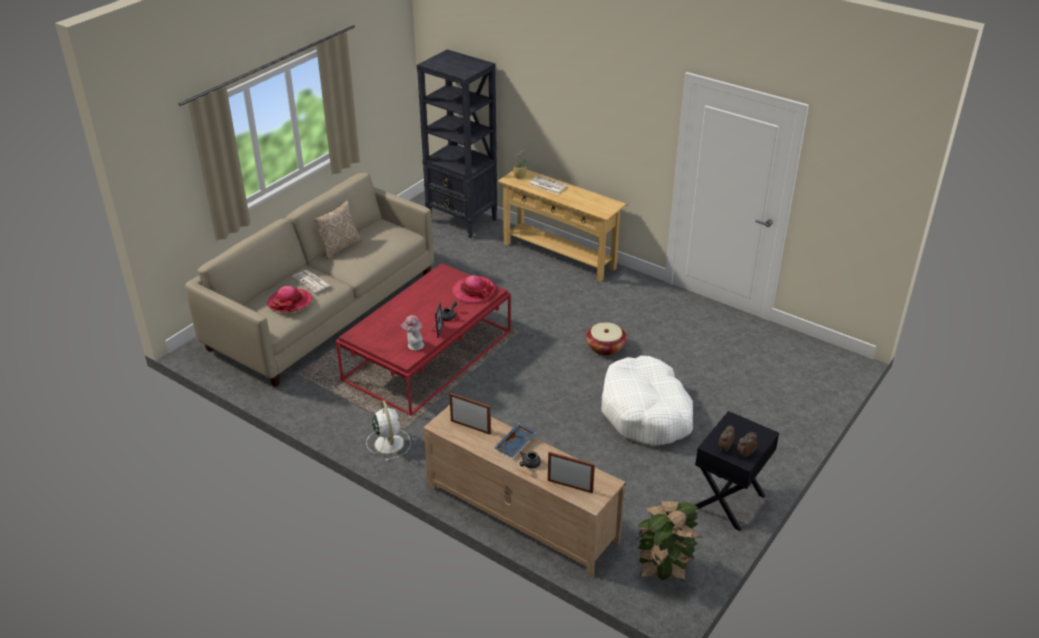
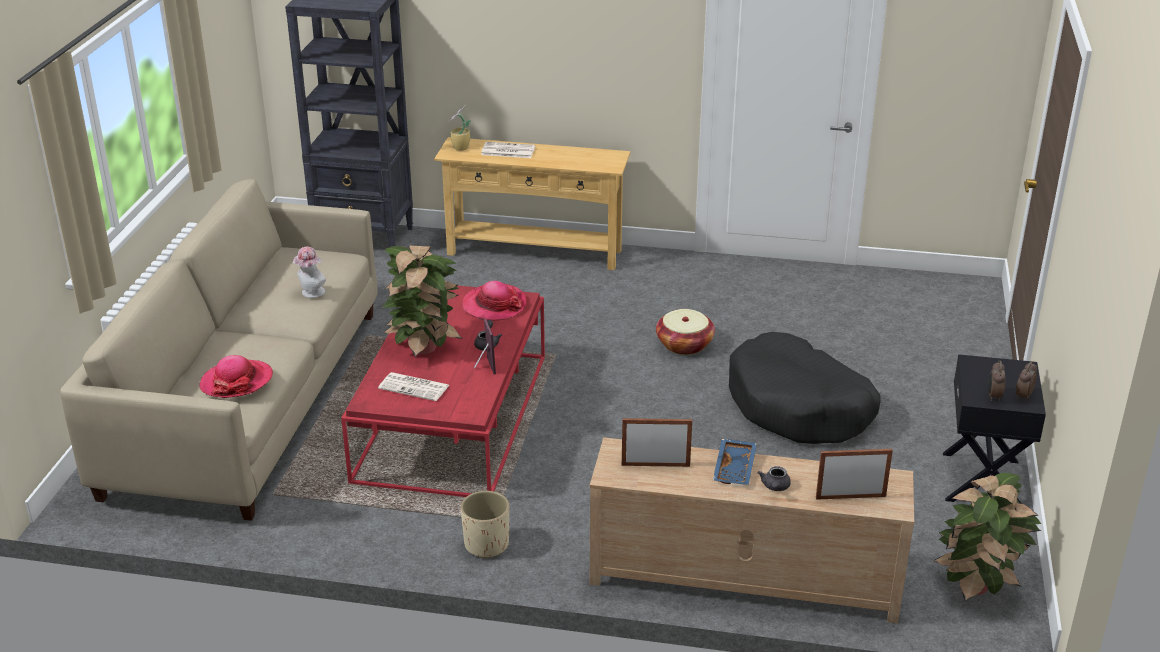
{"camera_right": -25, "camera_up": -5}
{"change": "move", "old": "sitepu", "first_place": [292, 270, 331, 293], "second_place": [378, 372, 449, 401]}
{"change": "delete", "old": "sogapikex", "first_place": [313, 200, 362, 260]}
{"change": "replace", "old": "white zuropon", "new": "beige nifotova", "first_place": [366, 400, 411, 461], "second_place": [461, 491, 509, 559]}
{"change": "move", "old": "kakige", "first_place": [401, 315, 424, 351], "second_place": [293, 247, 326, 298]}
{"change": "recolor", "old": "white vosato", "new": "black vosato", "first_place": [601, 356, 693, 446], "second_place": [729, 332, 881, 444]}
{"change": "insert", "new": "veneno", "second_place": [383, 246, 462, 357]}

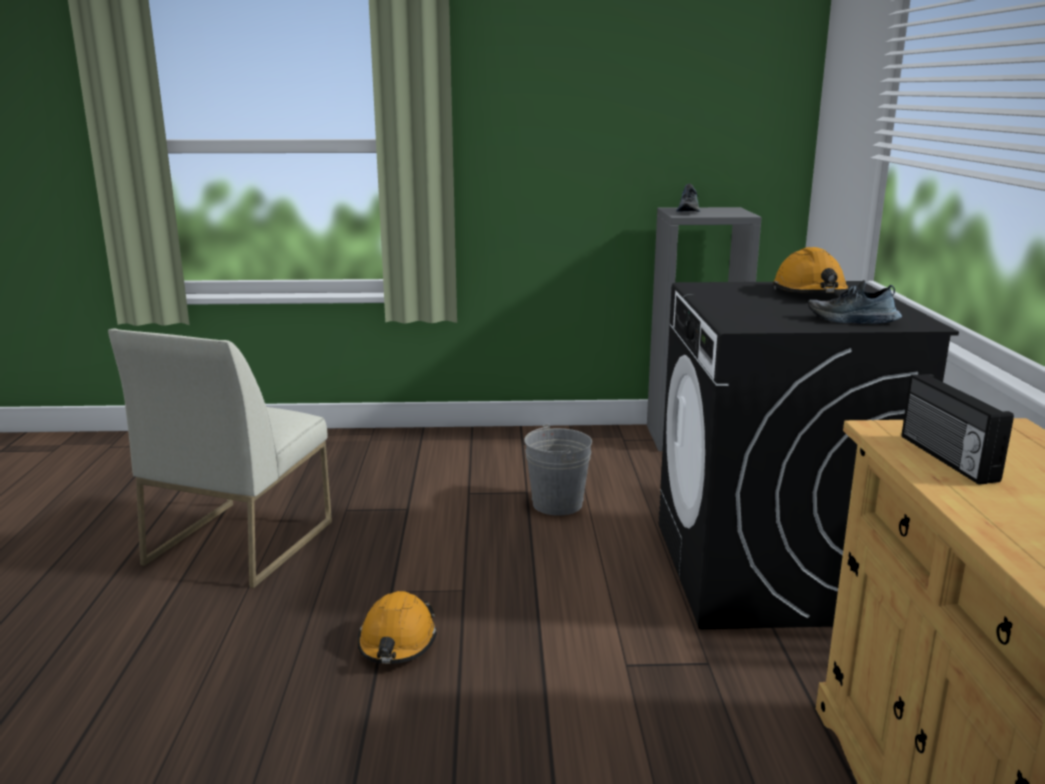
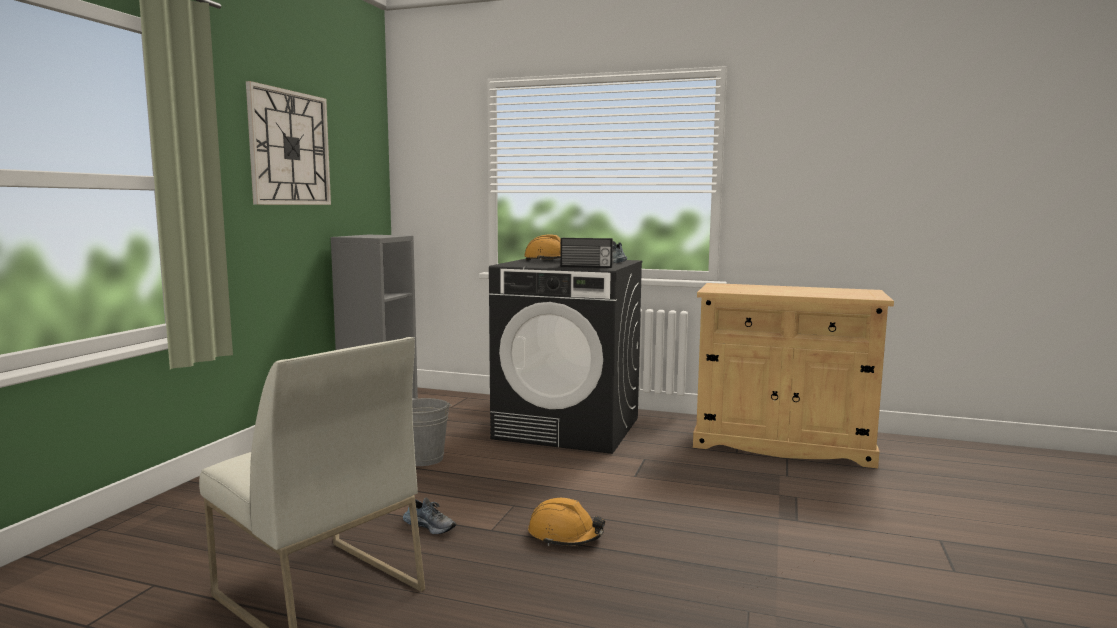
{"camera_right": -70, "camera_up": -10}
{"change": "move", "old": "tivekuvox", "first_place": [676, 184, 700, 212], "second_place": [403, 498, 456, 534]}
{"change": "move", "old": "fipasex", "first_place": [902, 374, 1014, 485], "second_place": [560, 238, 613, 268]}
{"change": "insert", "new": "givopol", "second_place": [246, 81, 331, 205]}

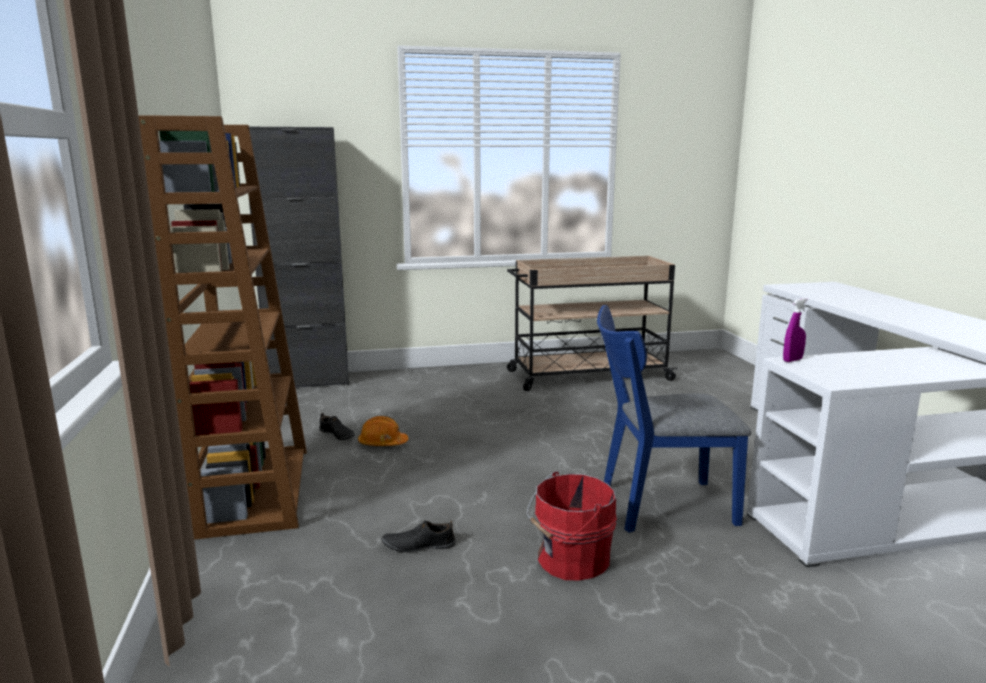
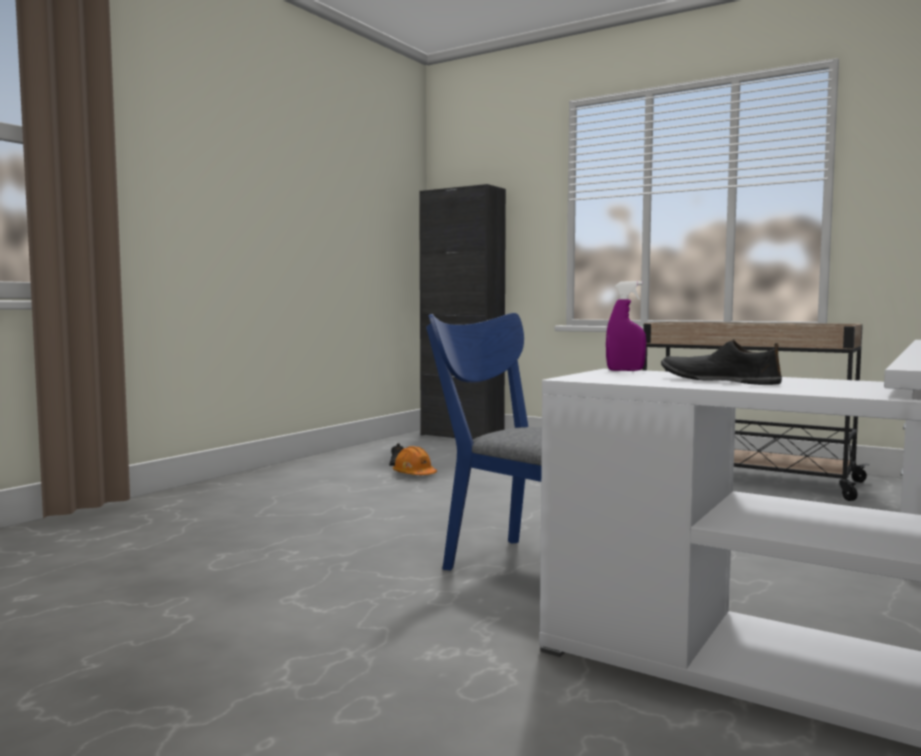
{"camera_right": 45, "camera_up": -10}
{"change": "delete", "old": "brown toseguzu", "first_place": [138, 115, 307, 540]}
{"change": "move", "old": "black tivekuvox", "first_place": [381, 520, 455, 552], "second_place": [661, 339, 782, 385]}
{"change": "delete", "old": "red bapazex", "first_place": [527, 471, 617, 580]}

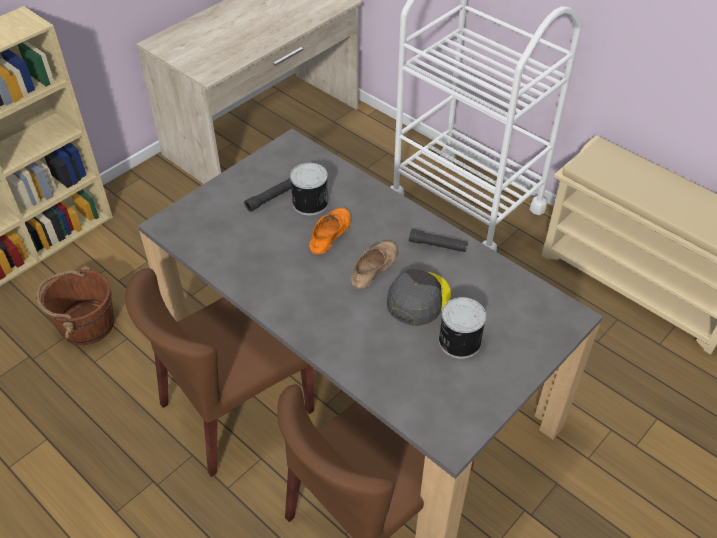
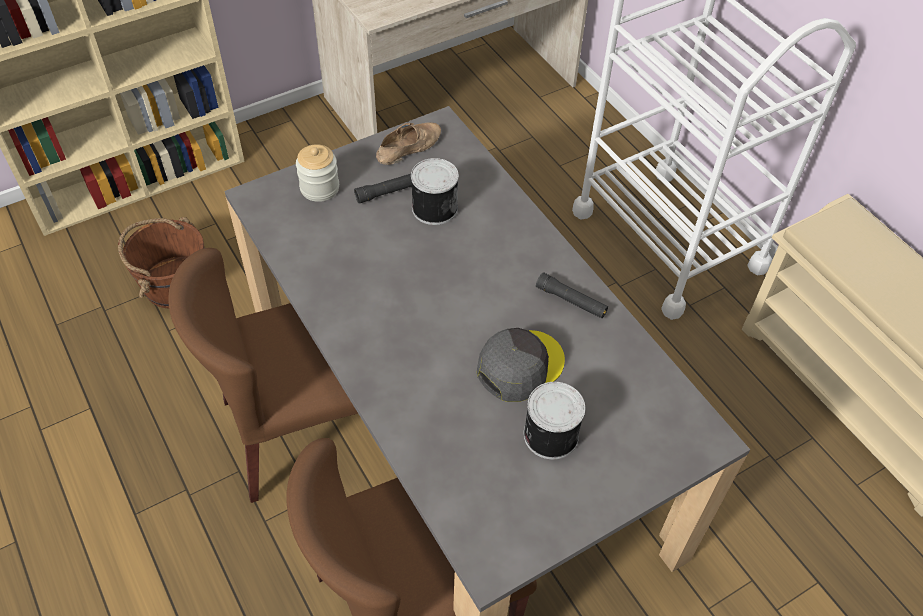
{"camera_right": 15, "camera_up": 5}
{"change": "delete", "old": "orange tivekuvox", "first_place": [309, 208, 351, 254]}
{"change": "move", "old": "beige tivekuvox", "first_place": [351, 241, 397, 289], "second_place": [376, 123, 441, 165]}
{"change": "insert", "new": "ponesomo", "second_place": [296, 144, 339, 202]}

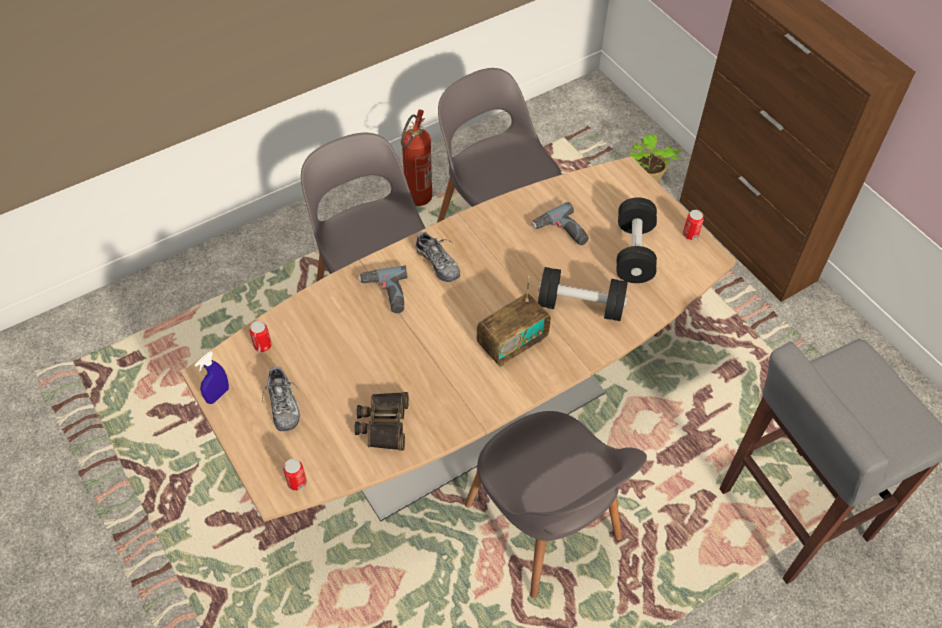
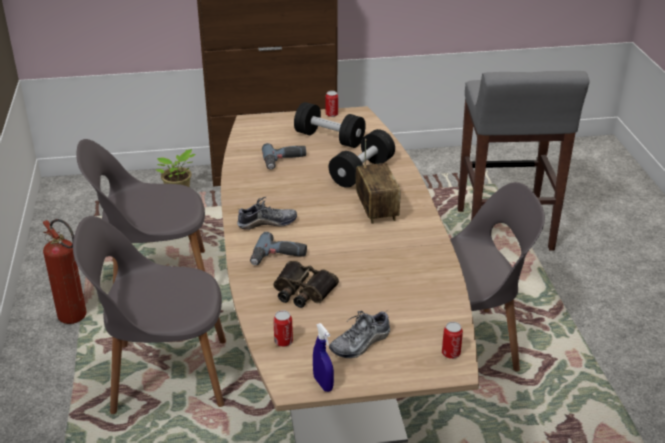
{"camera_right": -65, "camera_up": -20}
{"change": "rotate", "old": "tivekuvox", "first_place": [262, 366, 300, 431], "second_place": [329, 311, 390, 358], "degrees": 135}
{"change": "move", "old": "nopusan", "first_place": [354, 392, 409, 451], "second_place": [273, 261, 339, 308]}

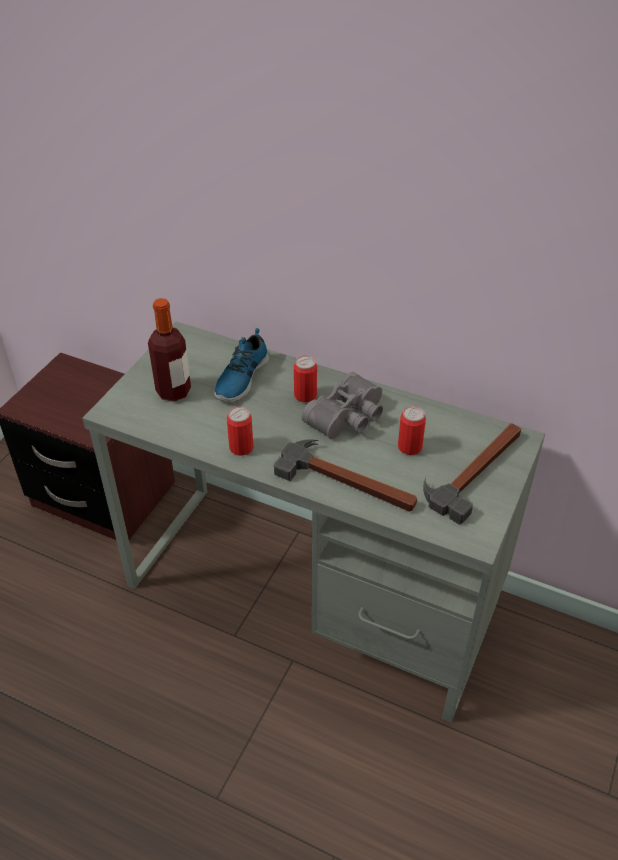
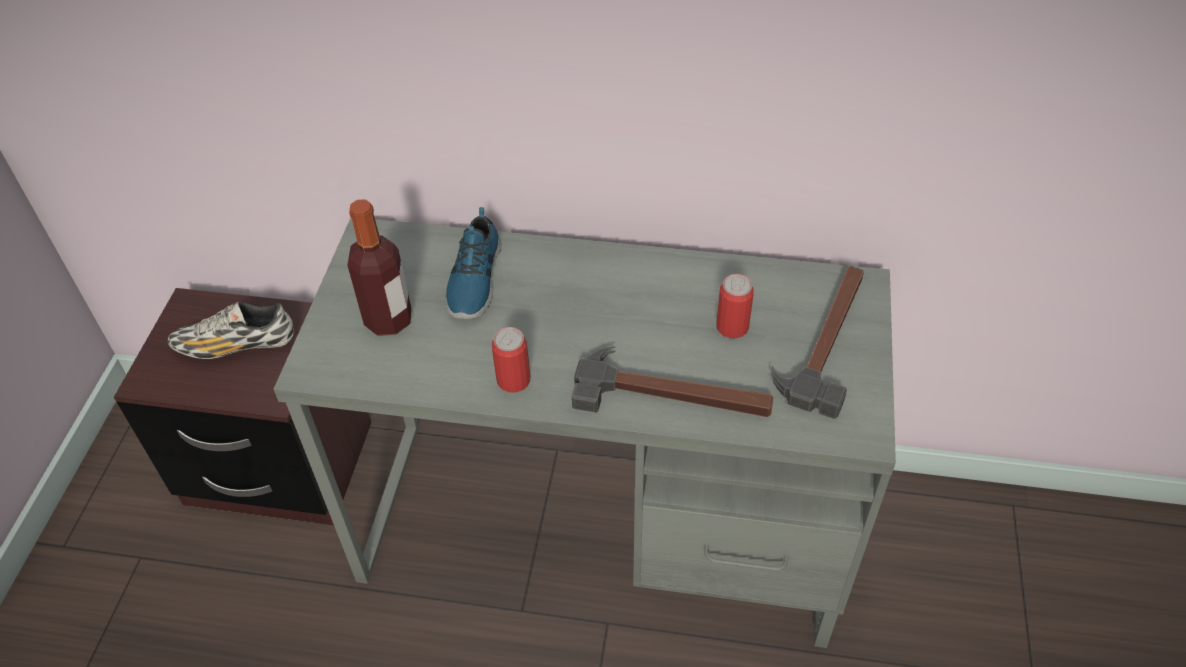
{"camera_right": -15, "camera_up": 5}
{"change": "delete", "old": "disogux", "first_place": [294, 355, 317, 402]}
{"change": "delete", "old": "grey nopusan", "first_place": [302, 372, 383, 439]}
{"change": "insert", "new": "tivekuvox", "second_place": [168, 302, 294, 359]}

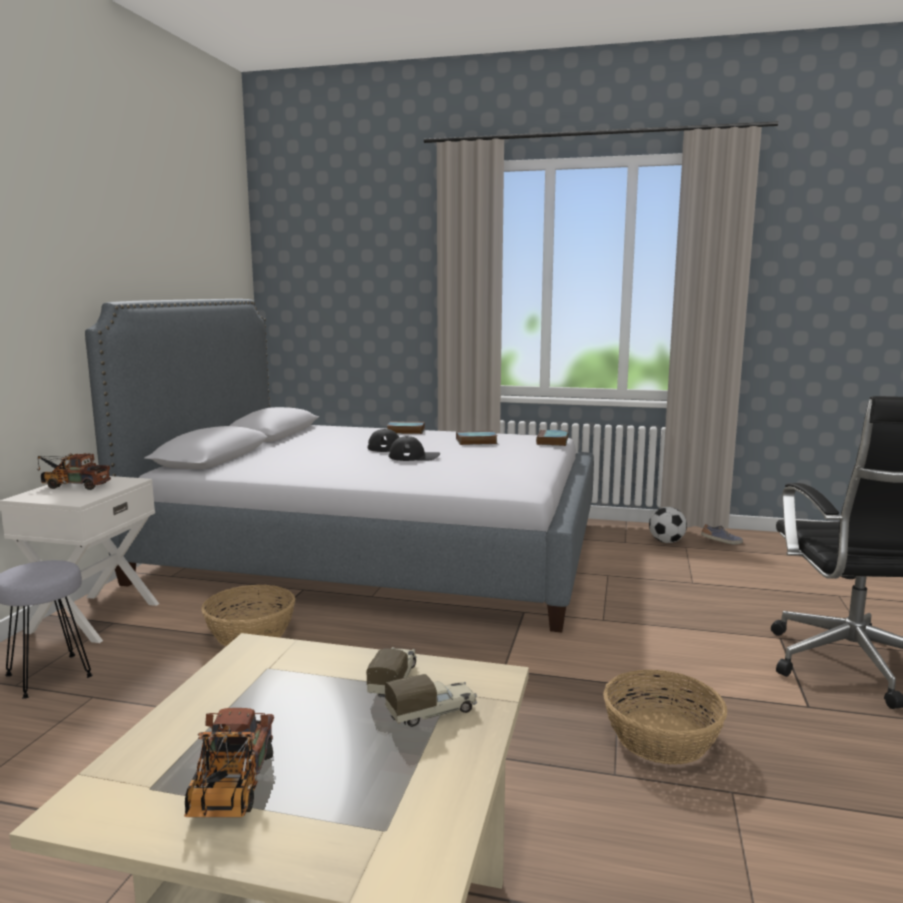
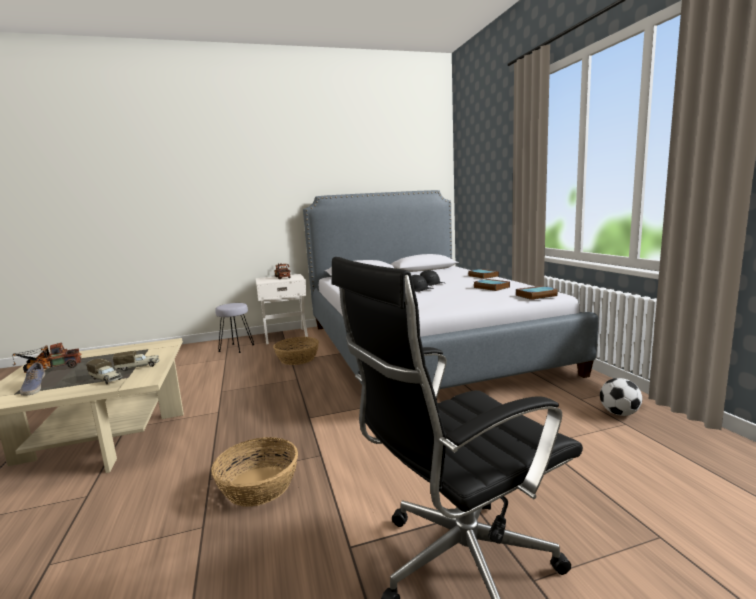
{"camera_right": 60, "camera_up": 0}
{"change": "move", "old": "tivekuvox", "first_place": [701, 524, 743, 544], "second_place": [20, 362, 45, 396]}

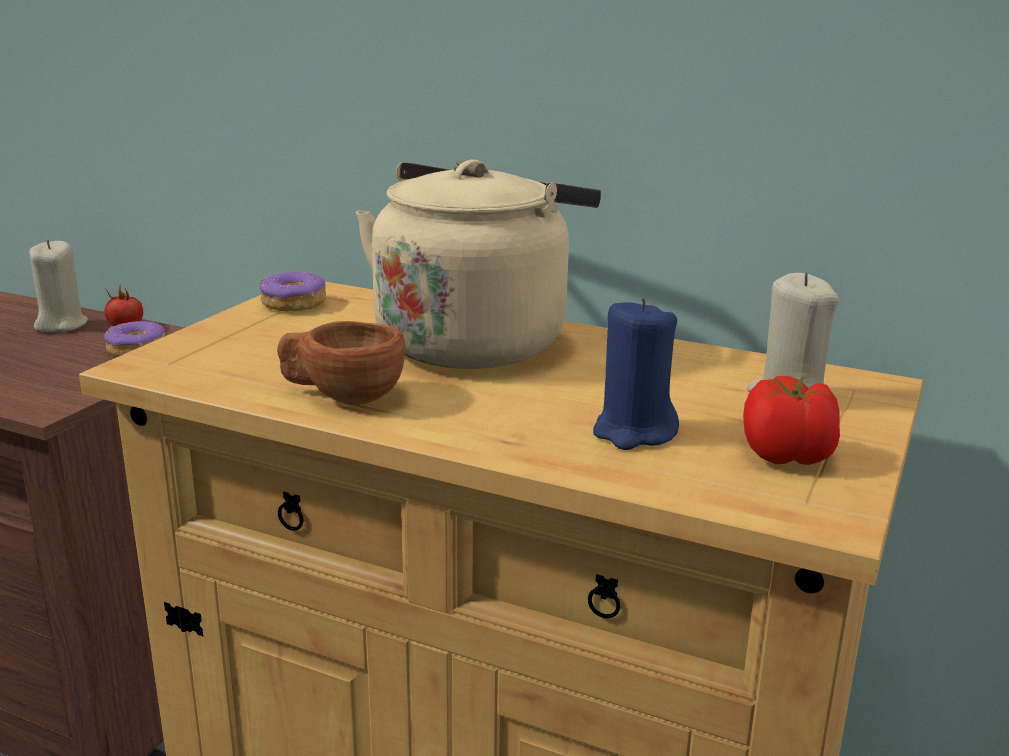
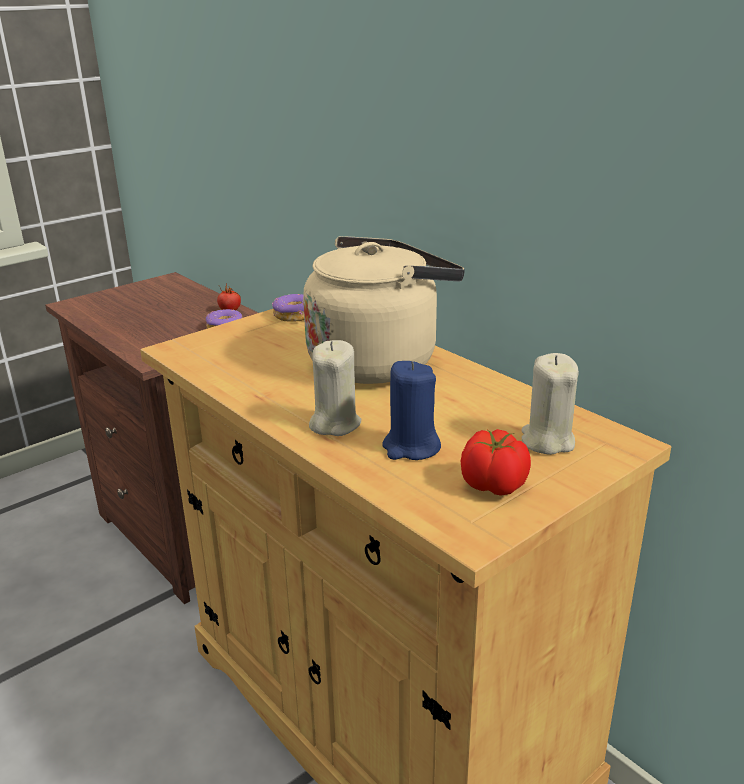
{"camera_right": 25, "camera_up": 5}
{"change": "move", "old": "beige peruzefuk", "first_place": [29, 240, 88, 332], "second_place": [309, 340, 361, 436]}
{"change": "delete", "old": "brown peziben", "first_place": [277, 321, 405, 404]}

